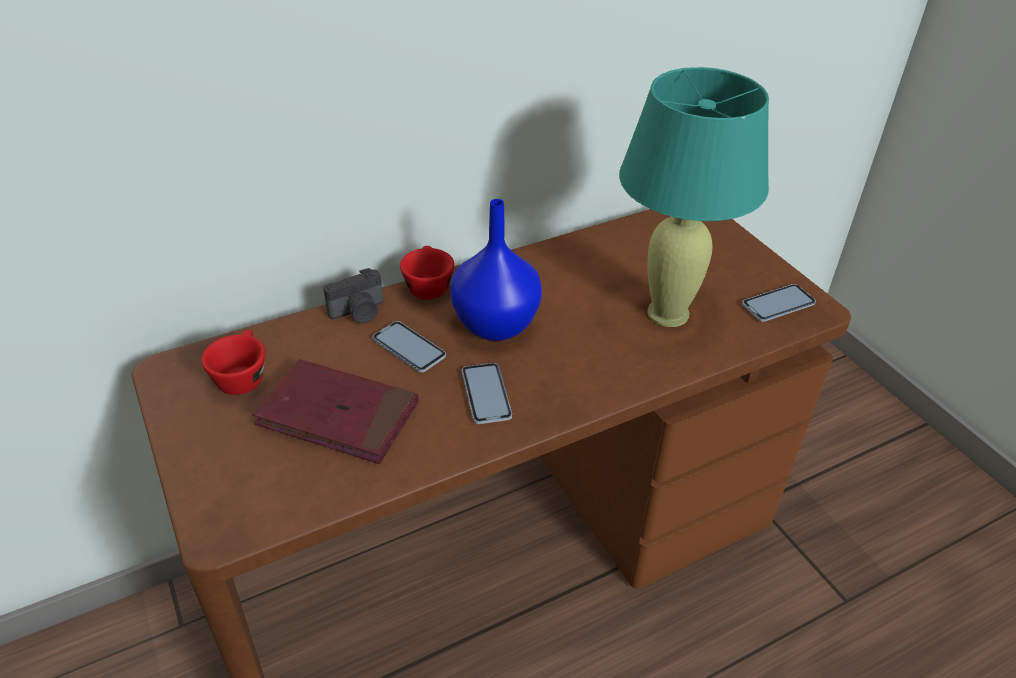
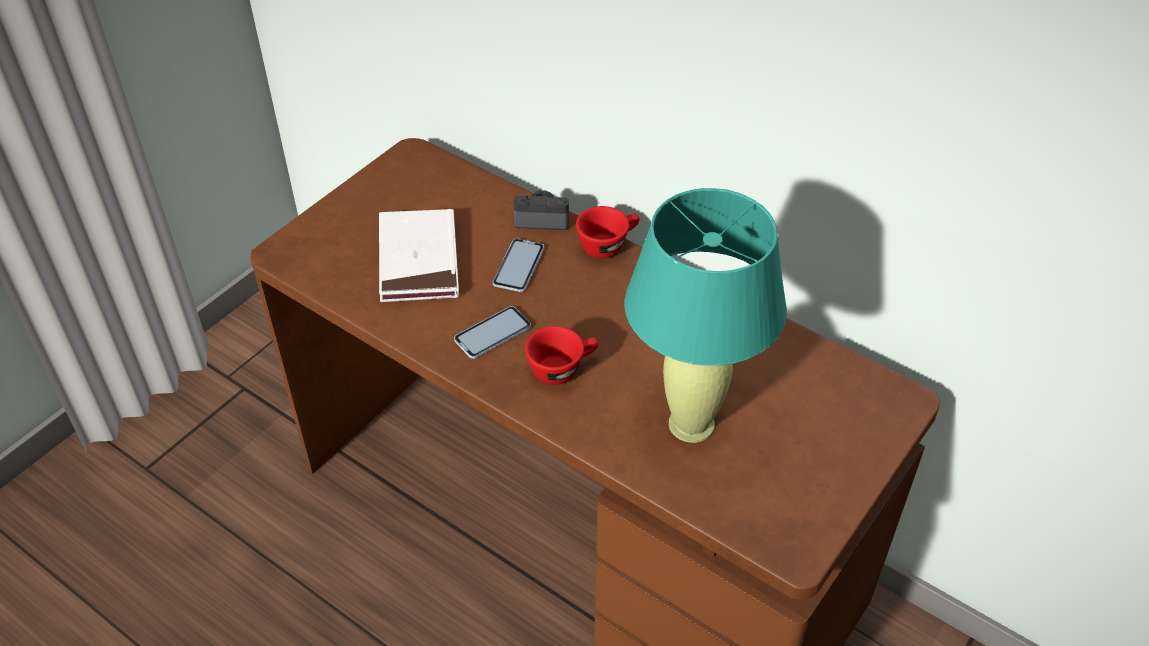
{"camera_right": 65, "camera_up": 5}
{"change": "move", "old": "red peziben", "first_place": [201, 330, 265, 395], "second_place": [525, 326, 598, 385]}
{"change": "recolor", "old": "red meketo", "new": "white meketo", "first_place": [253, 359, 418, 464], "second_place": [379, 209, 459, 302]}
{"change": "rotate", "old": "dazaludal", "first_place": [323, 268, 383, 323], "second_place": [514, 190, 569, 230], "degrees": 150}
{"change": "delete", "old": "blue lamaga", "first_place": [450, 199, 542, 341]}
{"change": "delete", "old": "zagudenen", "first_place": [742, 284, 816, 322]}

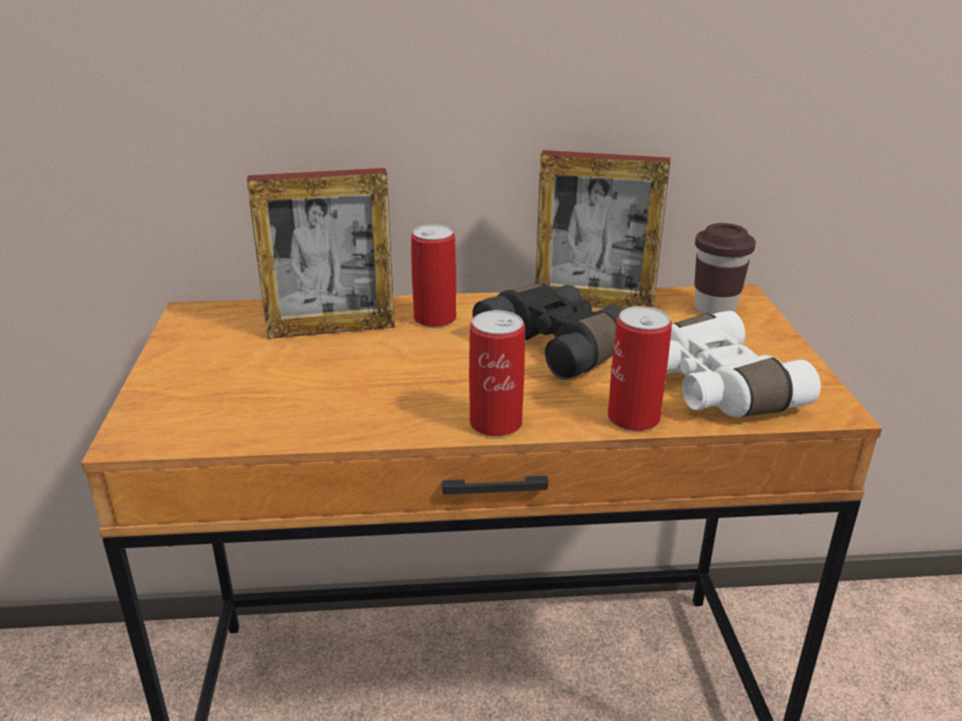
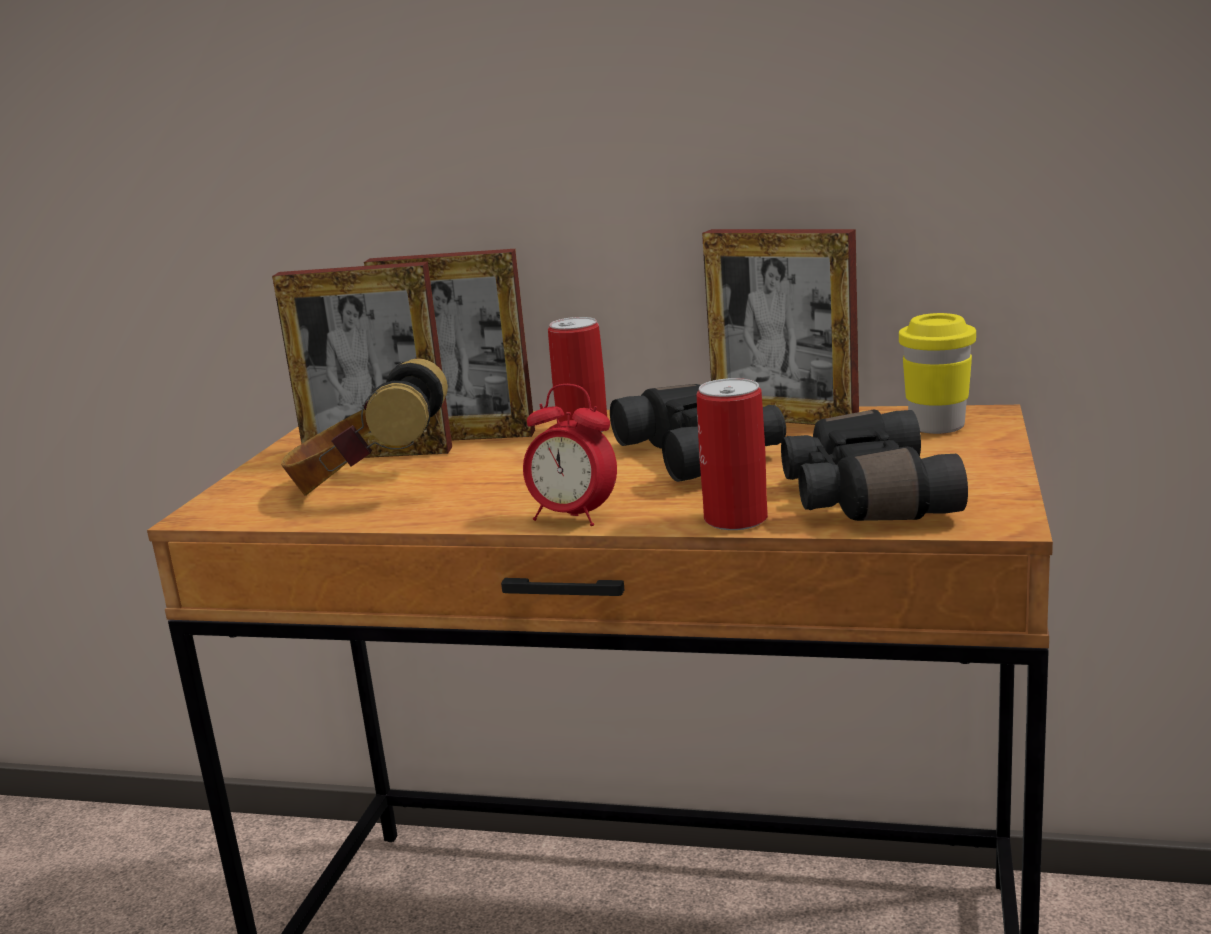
{"camera_right": 20, "camera_up": -10}
{"change": "replace", "old": "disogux", "new": "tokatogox", "first_place": [469, 310, 525, 437], "second_place": [523, 384, 617, 526]}
{"change": "recolor", "old": "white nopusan", "new": "black nopusan", "first_place": [667, 311, 821, 417], "second_place": [781, 409, 968, 521]}
{"change": "recolor", "old": "brown peziben", "new": "yellow peziben", "first_place": [694, 223, 756, 314], "second_place": [899, 313, 976, 434]}
{"change": "insert", "new": "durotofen", "second_place": [272, 262, 452, 458]}
{"change": "insert", "new": "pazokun", "second_place": [281, 358, 448, 496]}

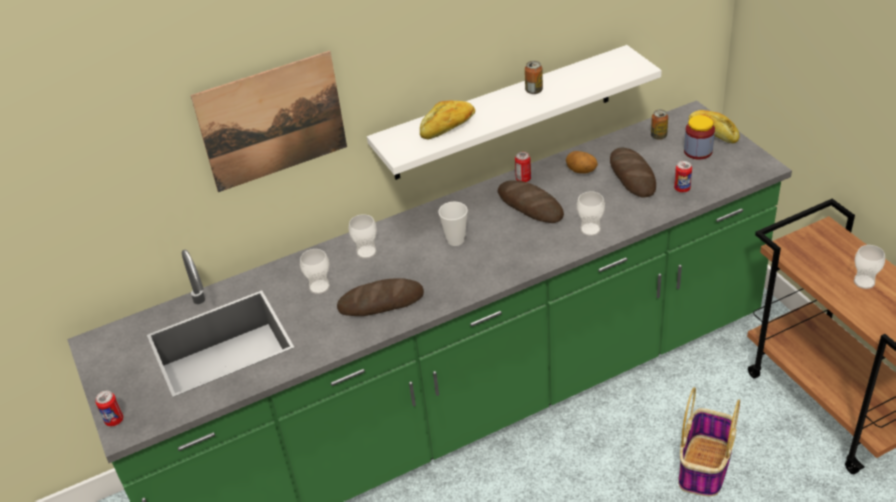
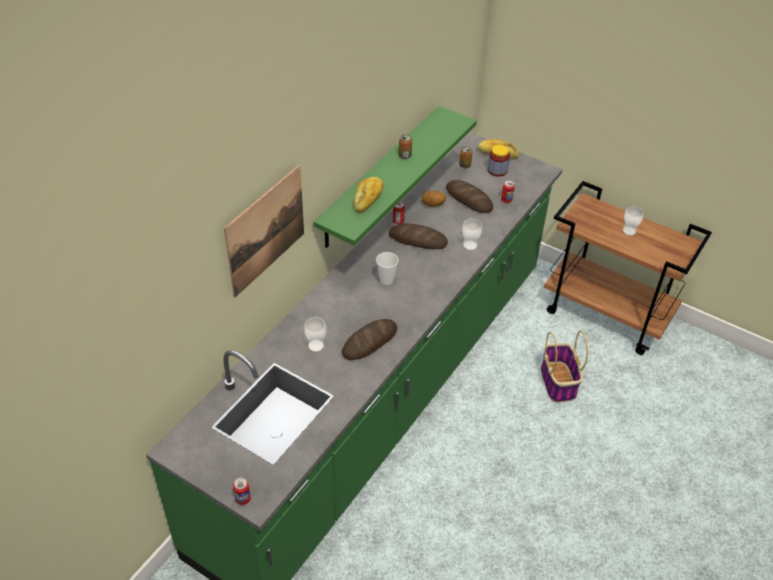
{"camera_right": -35, "camera_up": 5}
{"change": "delete", "old": "peziben", "first_place": [348, 214, 377, 259]}
{"change": "recolor", "old": "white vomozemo", "new": "green vomozemo", "first_place": [367, 45, 662, 180], "second_place": [313, 106, 477, 248]}

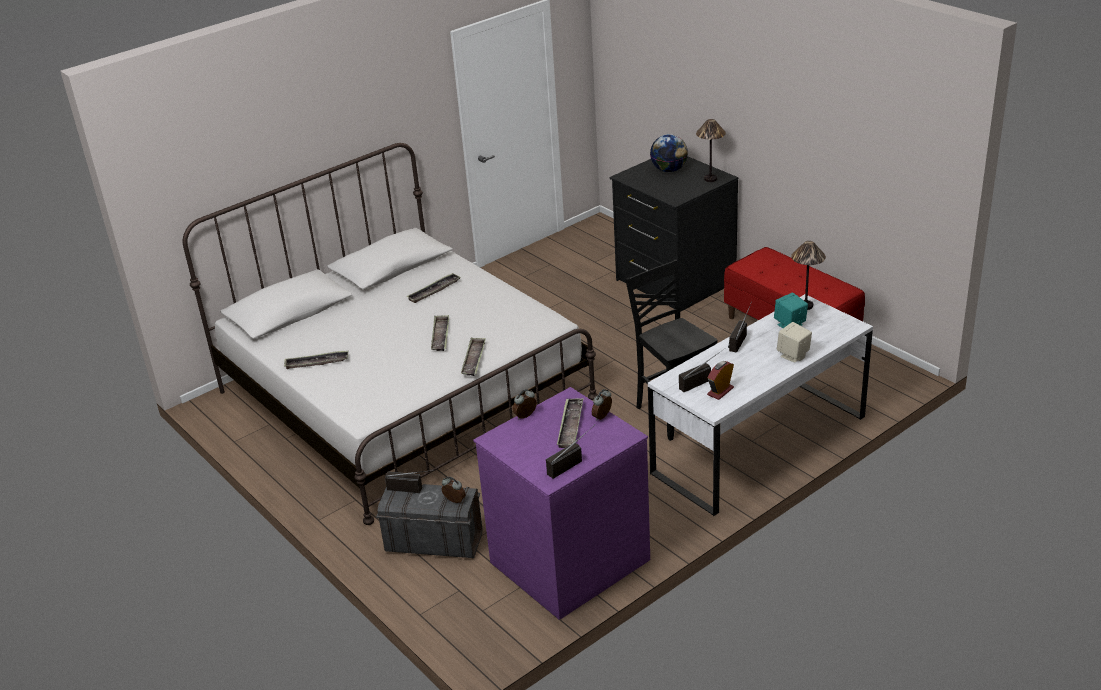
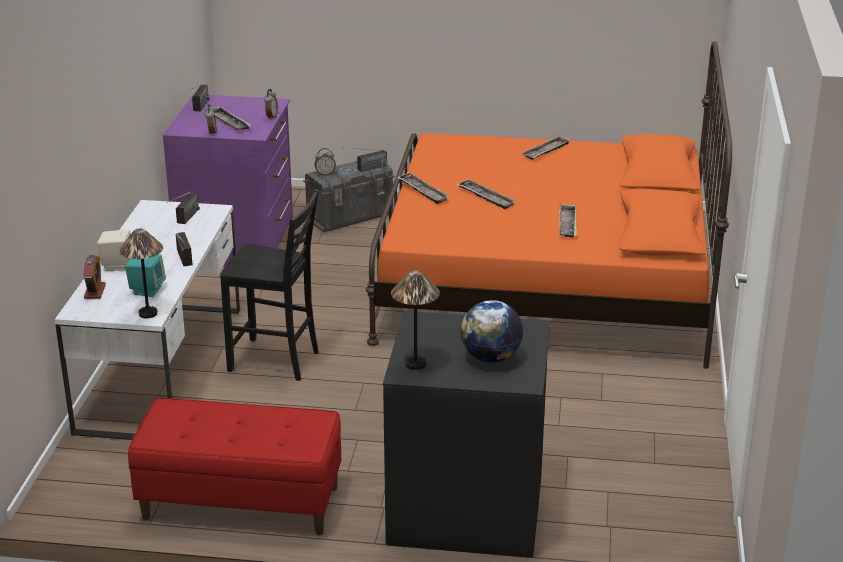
{"camera_right": 135, "camera_up": -5}
{"change": "recolor", "old": "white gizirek", "new": "orange gizirek", "first_place": [183, 143, 598, 525], "second_place": [366, 41, 732, 369]}
{"change": "move", "old": "tokatogox", "first_place": [707, 361, 734, 400], "second_place": [84, 255, 106, 299]}

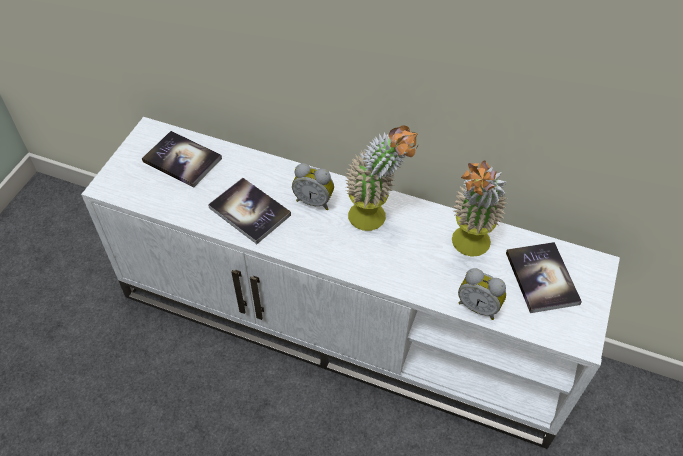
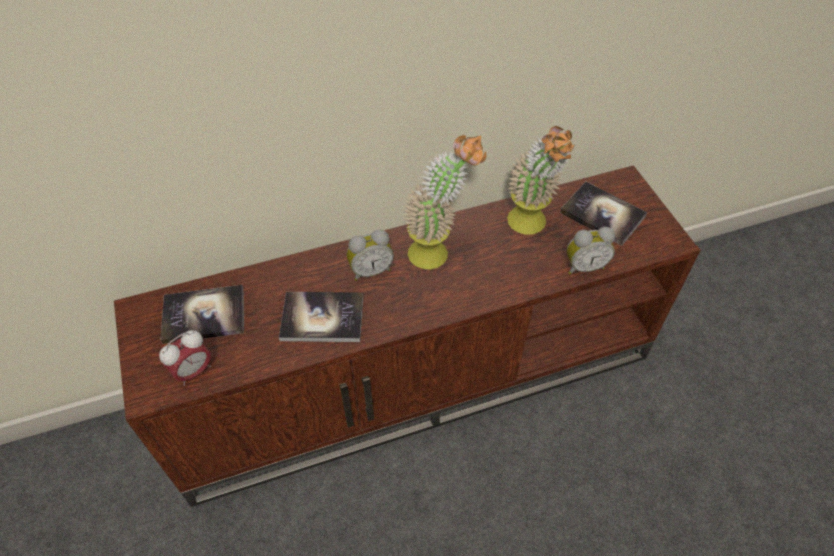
{"camera_right": -40, "camera_up": 0}
{"change": "recolor", "old": "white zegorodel", "new": "brown zegorodel", "first_place": [81, 117, 620, 449], "second_place": [114, 165, 701, 507]}
{"change": "insert", "new": "tokatogox", "second_place": [159, 330, 211, 386]}

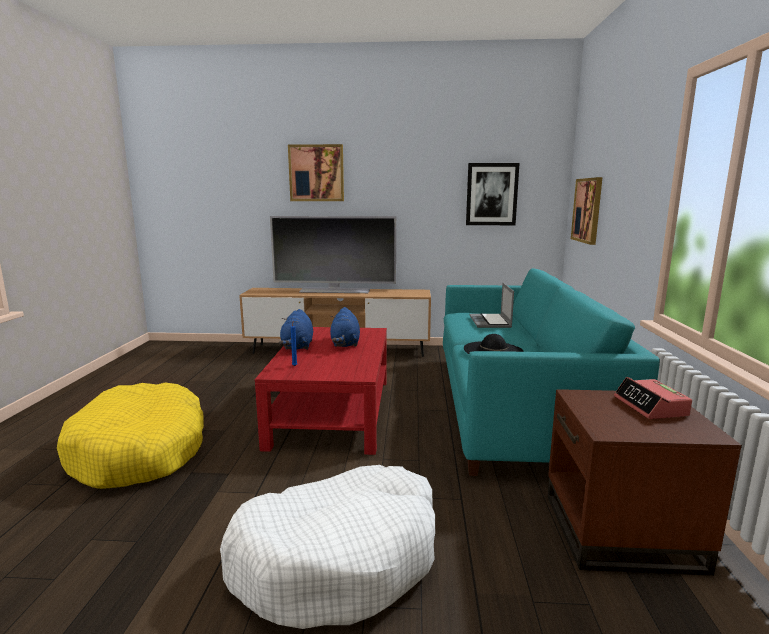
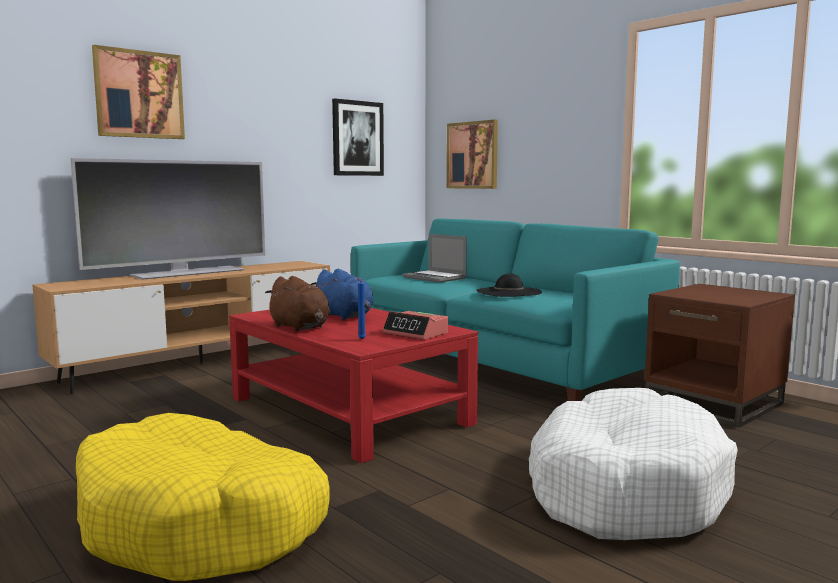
{"camera_right": -45, "camera_up": -5}
{"change": "recolor", "old": "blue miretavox", "new": "brown miretavox", "first_place": [279, 309, 313, 350], "second_place": [265, 276, 330, 331]}
{"change": "move", "old": "tokatogox", "first_place": [614, 377, 692, 419], "second_place": [382, 311, 448, 340]}

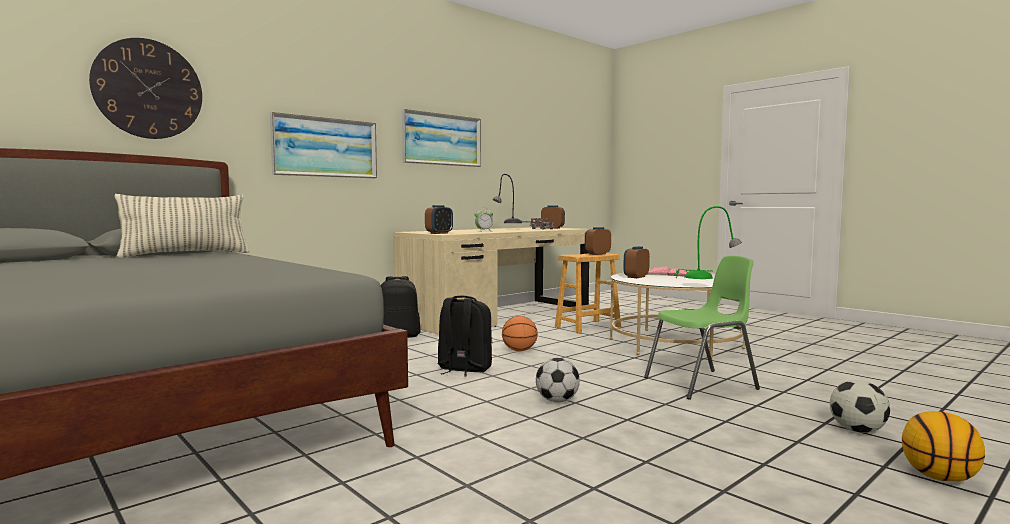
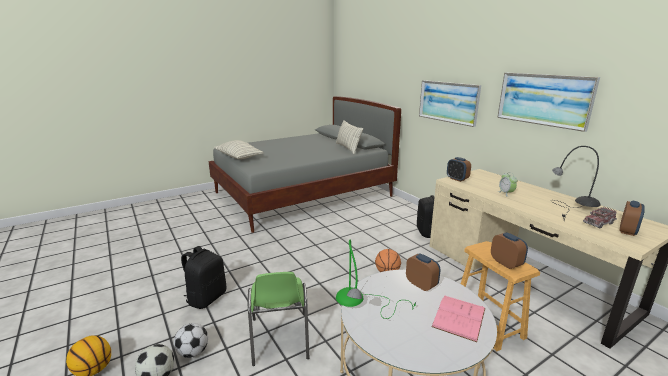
{"camera_right": 100, "camera_up": 15}
{"change": "delete", "old": "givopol", "first_place": [89, 38, 202, 139]}
{"change": "move", "old": "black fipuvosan", "first_place": [438, 296, 492, 377], "second_place": [181, 246, 226, 309]}
{"change": "move", "old": "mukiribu", "first_place": [536, 358, 580, 403], "second_place": [174, 323, 208, 358]}
{"change": "insert", "new": "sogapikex", "second_place": [214, 140, 264, 159]}

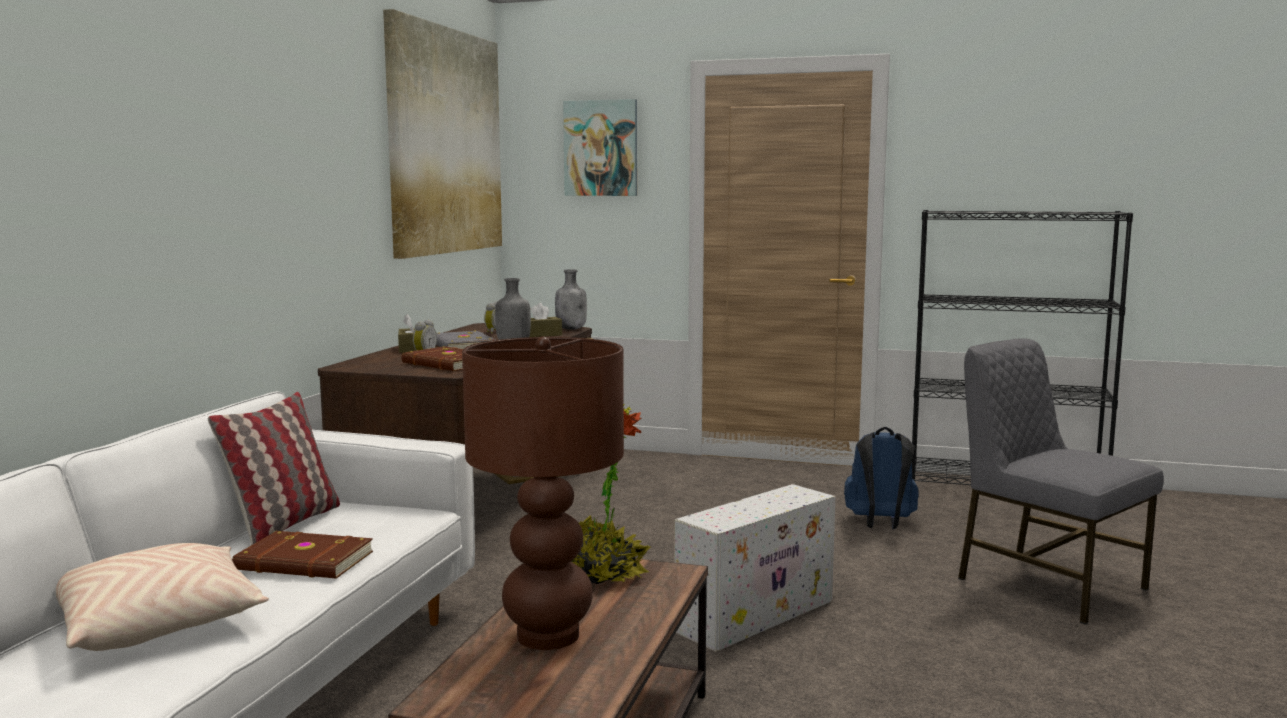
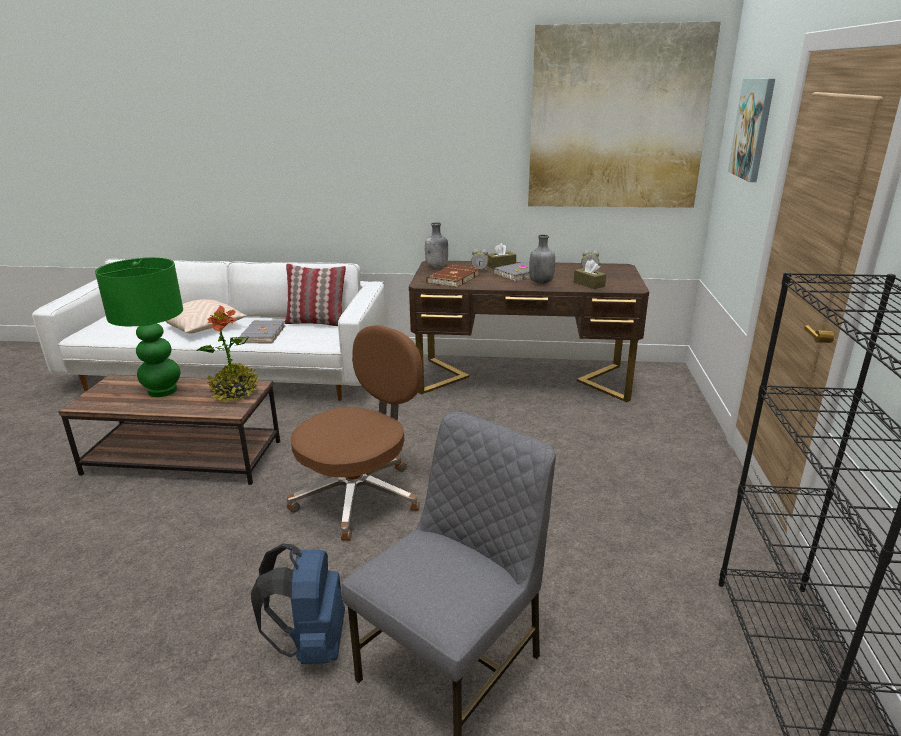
{"camera_right": 80, "camera_up": 15}
{"change": "recolor", "old": "brown meketo", "new": "grey meketo", "first_place": [232, 531, 373, 578], "second_place": [239, 320, 285, 343]}
{"change": "recolor", "old": "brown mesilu", "new": "green mesilu", "first_place": [462, 337, 624, 650], "second_place": [95, 258, 183, 397]}
{"change": "move", "old": "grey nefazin", "first_place": [555, 269, 587, 330], "second_place": [425, 222, 448, 268]}
{"change": "replace", "old": "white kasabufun", "new": "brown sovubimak", "first_place": [674, 484, 835, 652], "second_place": [286, 325, 422, 541]}
{"change": "move", "old": "blue fipuvosan", "first_place": [844, 427, 919, 529], "second_place": [251, 543, 345, 664]}

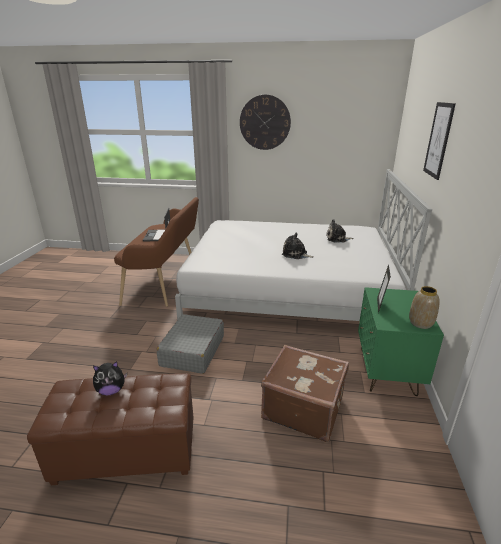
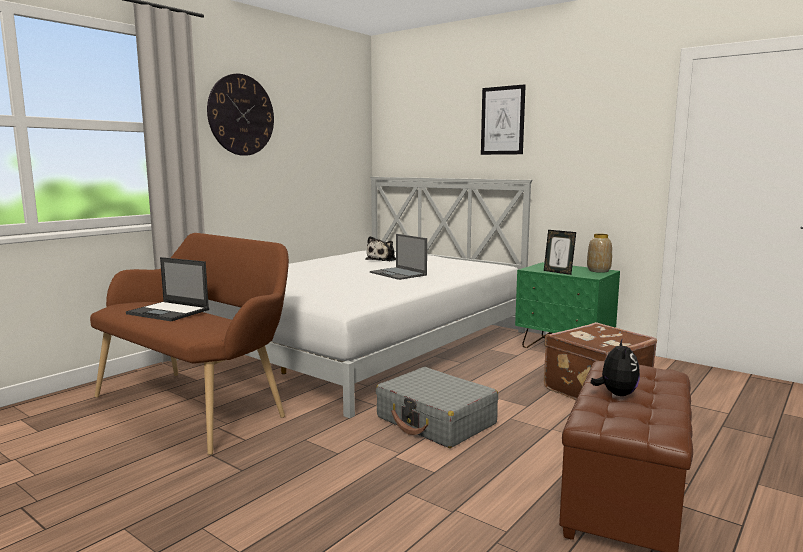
{"camera_right": -60, "camera_up": -15}
{"change": "replace", "old": "miretavox", "new": "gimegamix", "first_place": [282, 232, 314, 259], "second_place": [370, 234, 427, 280]}

